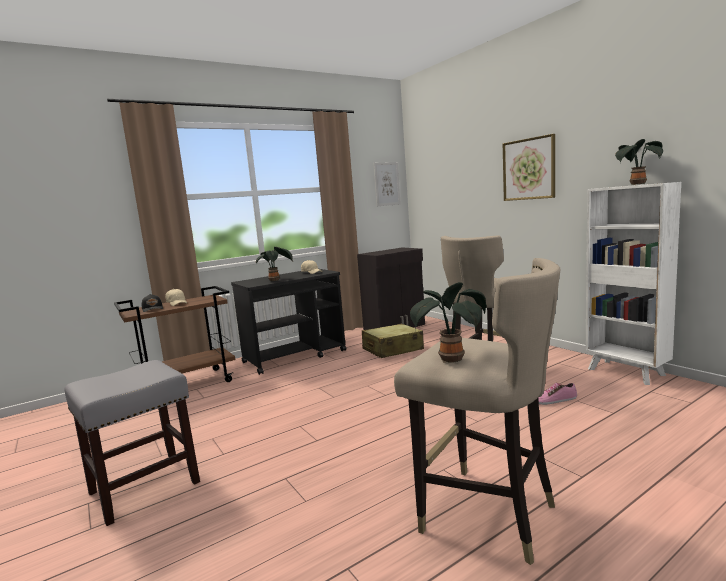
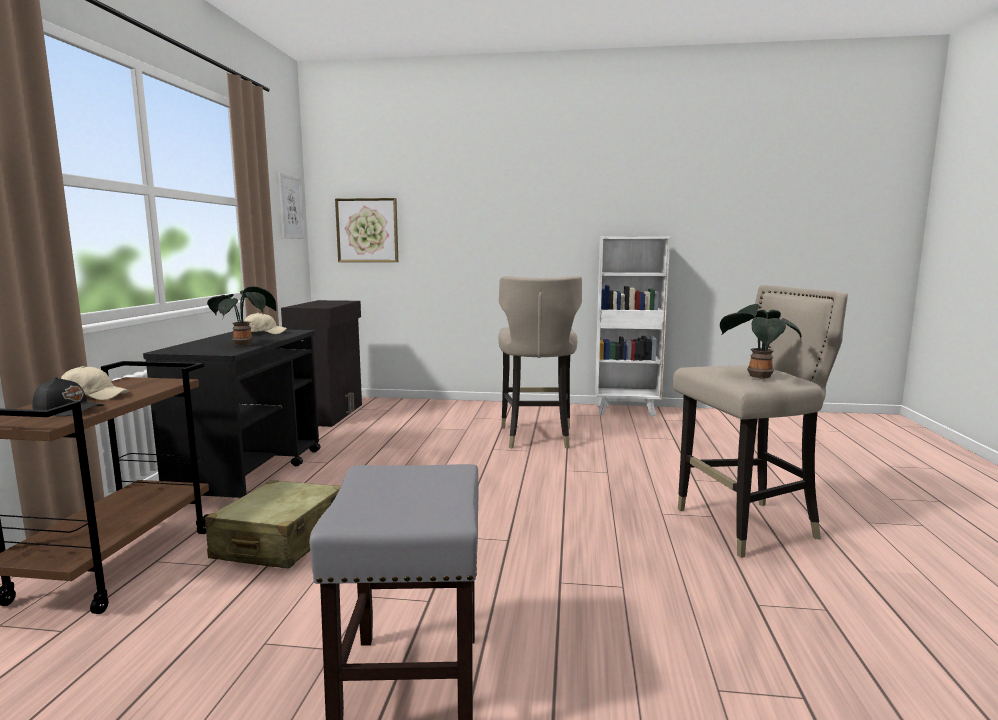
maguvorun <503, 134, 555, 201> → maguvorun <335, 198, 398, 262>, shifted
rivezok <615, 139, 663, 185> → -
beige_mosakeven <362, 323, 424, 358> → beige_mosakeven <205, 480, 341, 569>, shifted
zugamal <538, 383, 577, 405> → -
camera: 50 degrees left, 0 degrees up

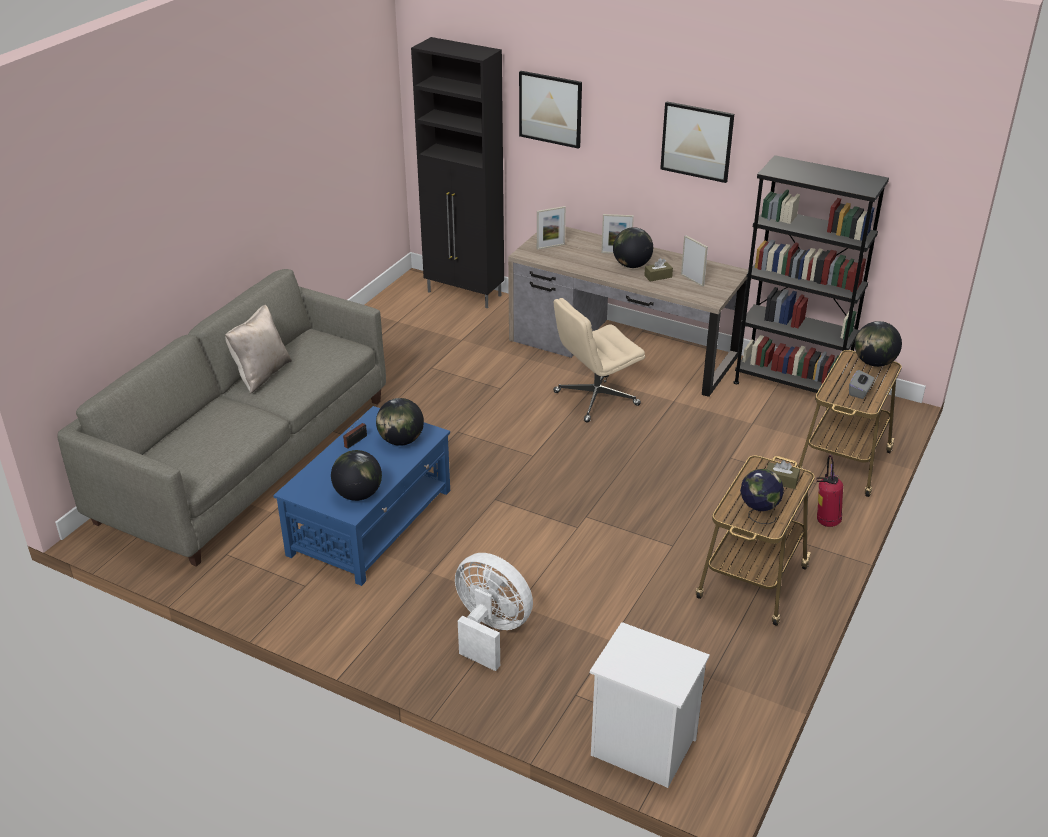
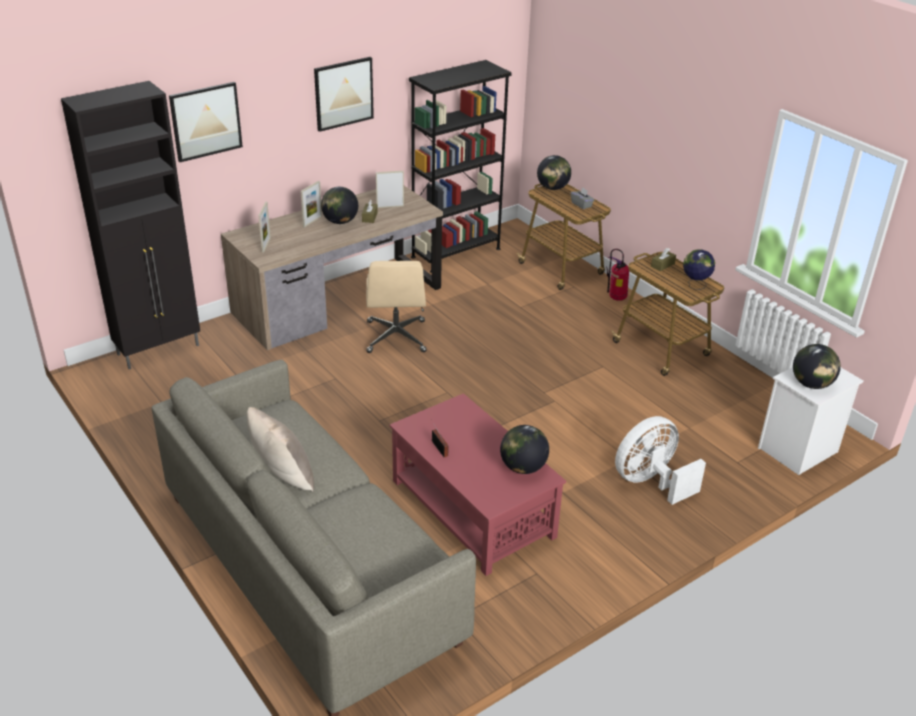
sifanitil <376, 398, 424, 446> → sifanitil <793, 344, 841, 389>, shifted
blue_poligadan <273, 406, 450, 586> → red_poligadan <389, 393, 566, 576>
camera: 65 degrees left, 0 degrees up

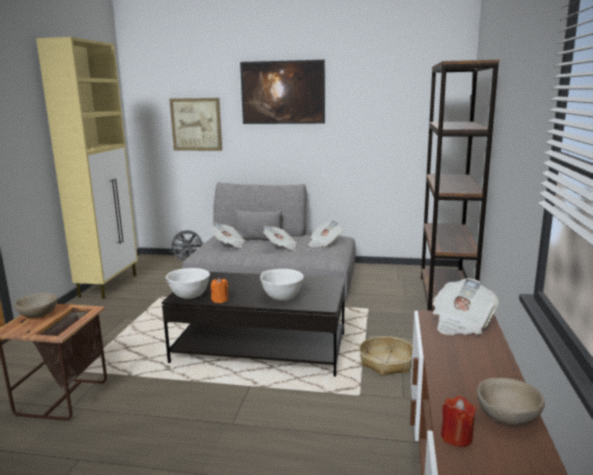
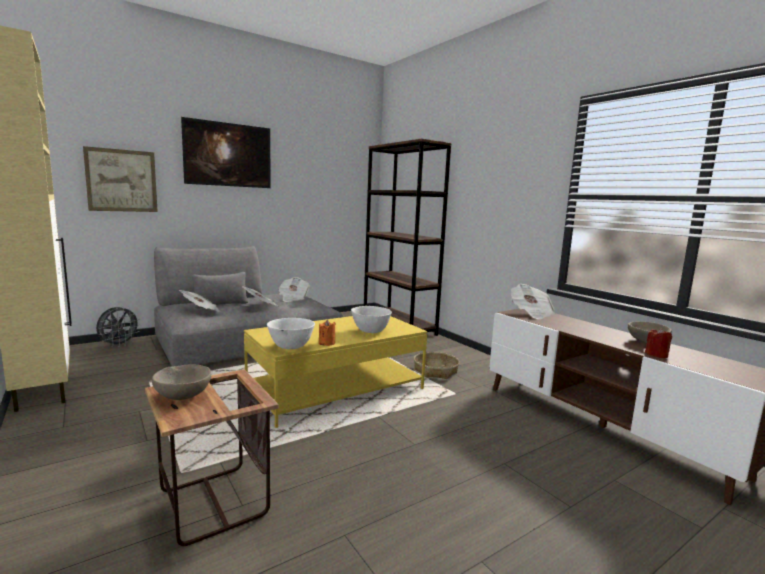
black_poligadan <162, 272, 345, 376> → yellow_poligadan <244, 316, 428, 428>
camera: 45 degrees left, 5 degrees down

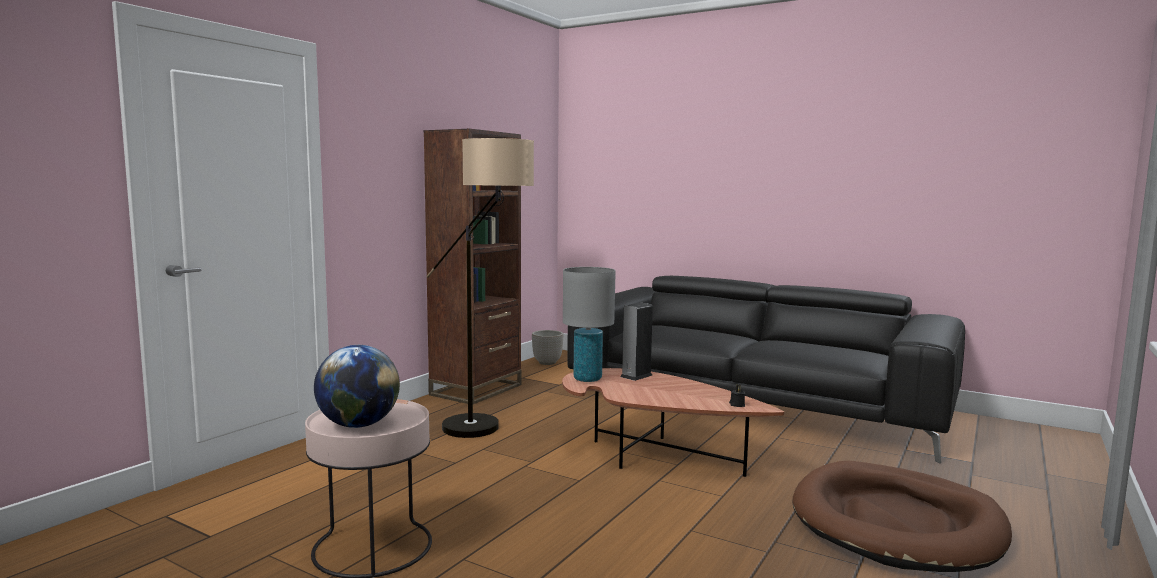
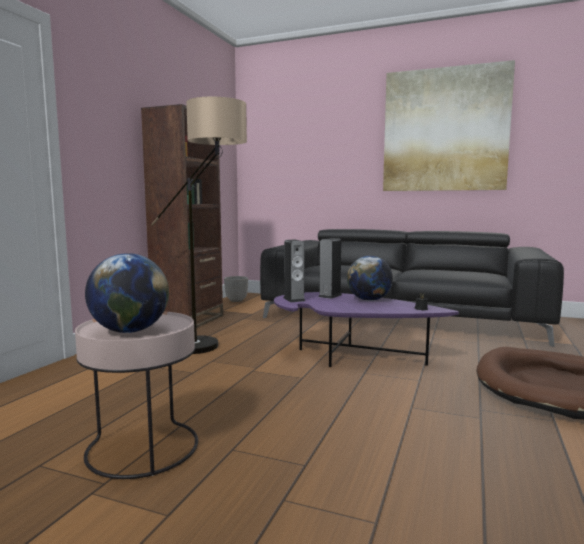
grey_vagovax <563, 267, 616, 382> → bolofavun <283, 240, 305, 302>
brown_poligadan <562, 368, 784, 477> → purple_poligadan <274, 292, 459, 367>
- → maguvorun <383, 60, 515, 191>
- → sifanitil <347, 256, 393, 301>
camera: 10 degrees left, 0 degrees up

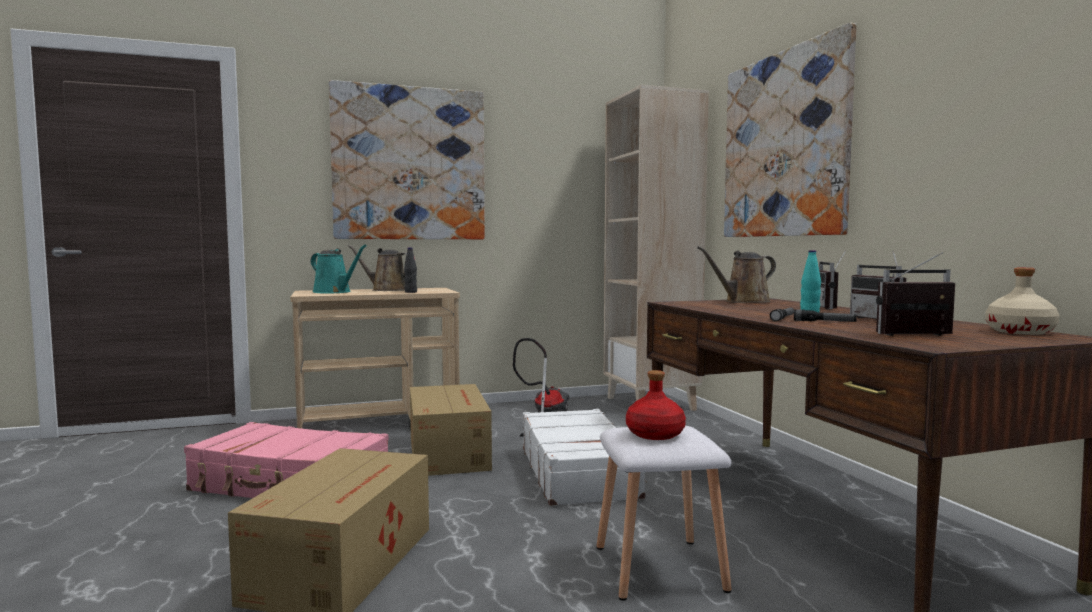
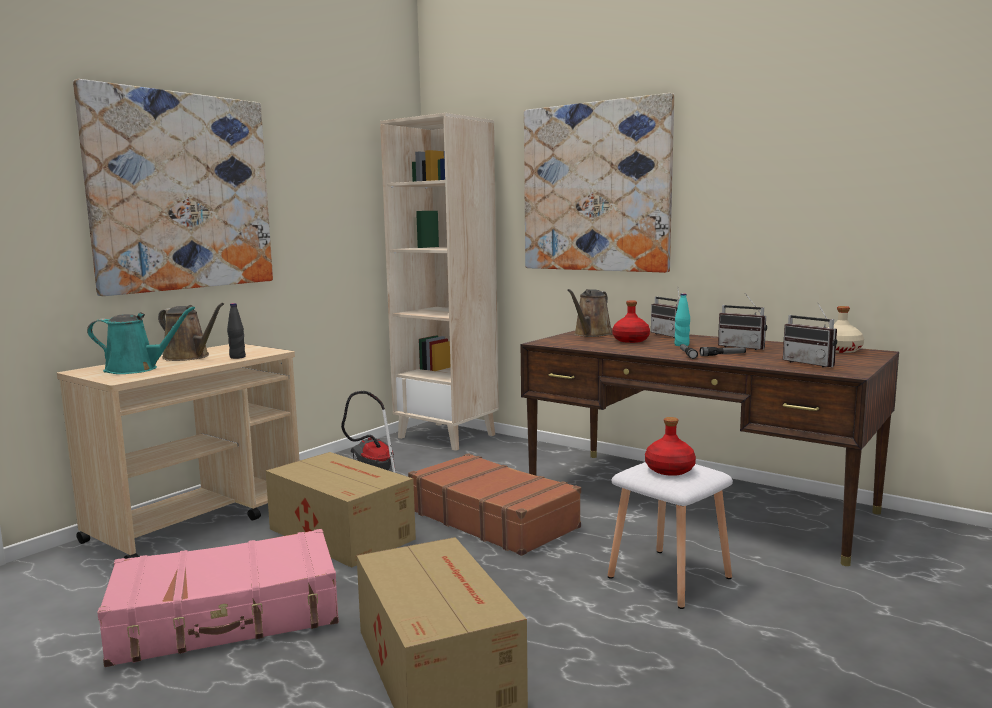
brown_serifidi <347, 245, 407, 291> → brown_serifidi <158, 303, 224, 361>, 135 degrees counterclockwise
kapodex <876, 252, 955, 336> → kapodex <783, 302, 837, 368>, 90 degrees counterclockwise
white_mosakeven <523, 409, 647, 506> → brown_mosakeven <408, 453, 581, 556>
- → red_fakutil <612, 301, 650, 343>
camera: 35 degrees left, 5 degrees up

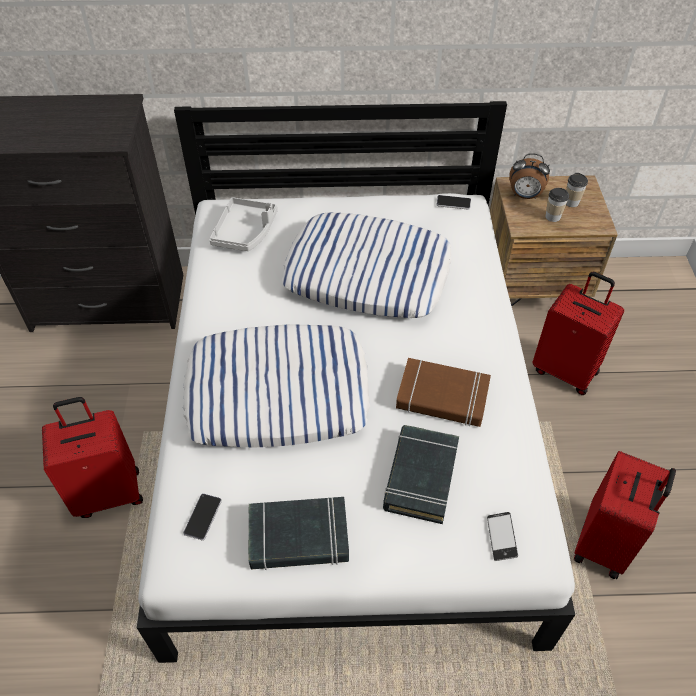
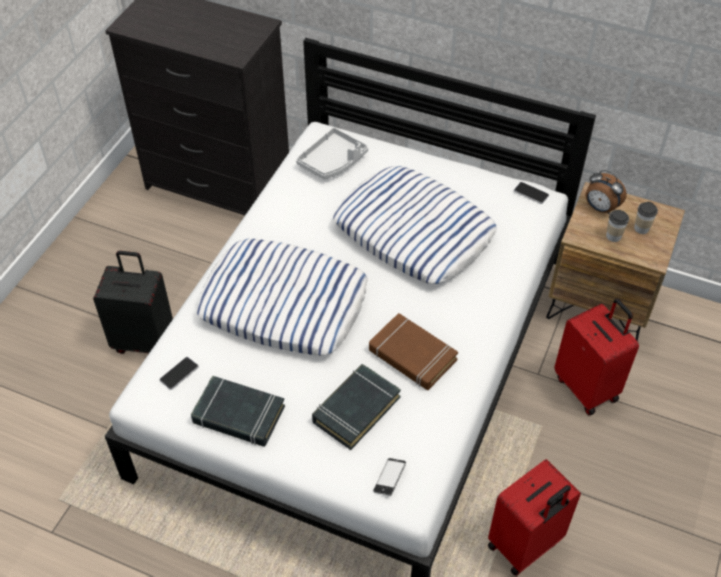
red_mosakeven <42, 397, 143, 518> → black_mosakeven <93, 251, 173, 354>
camera: 25 degrees right, 0 degrees up

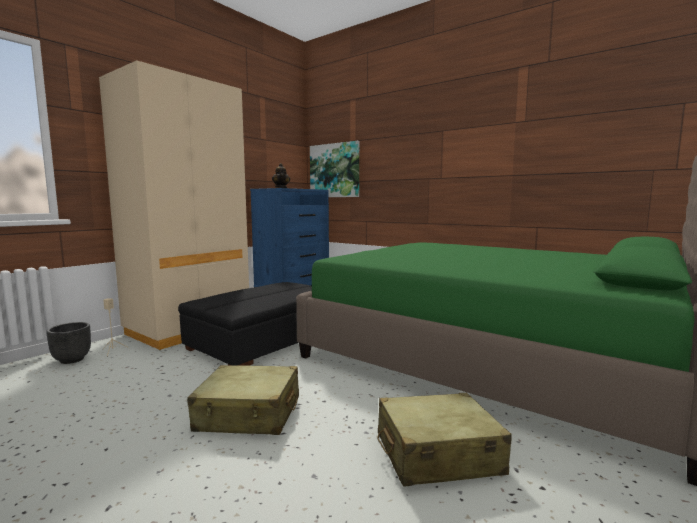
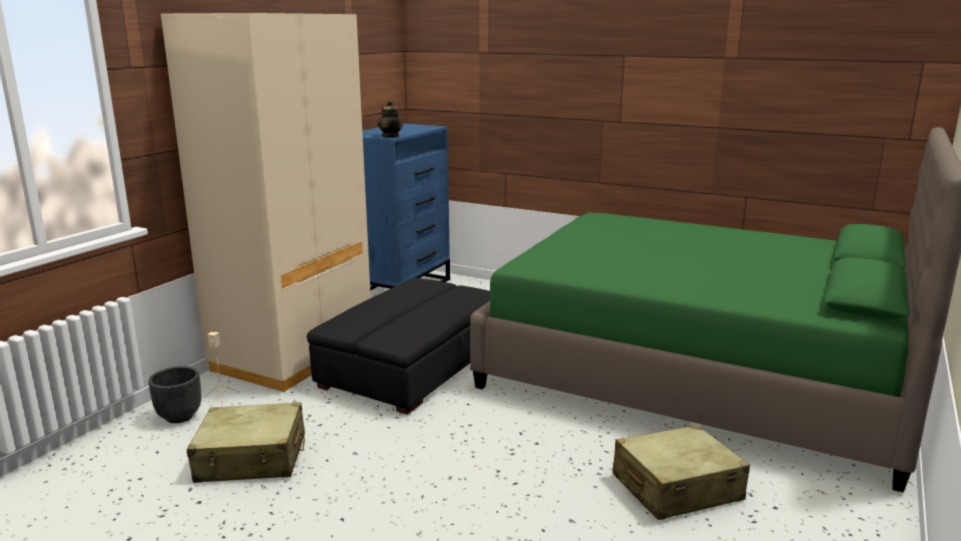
maguvorun <310, 141, 359, 197> → -
beige_mosakeven <187, 365, 299, 435> → beige_mosakeven <187, 402, 305, 483>, shifted
camera: 10 degrees left, 10 degrees up

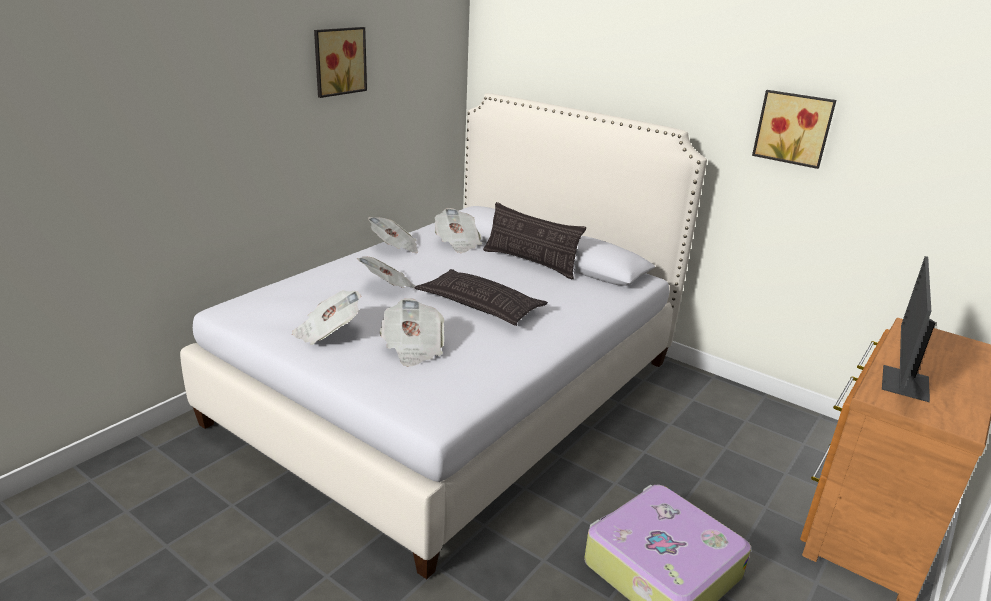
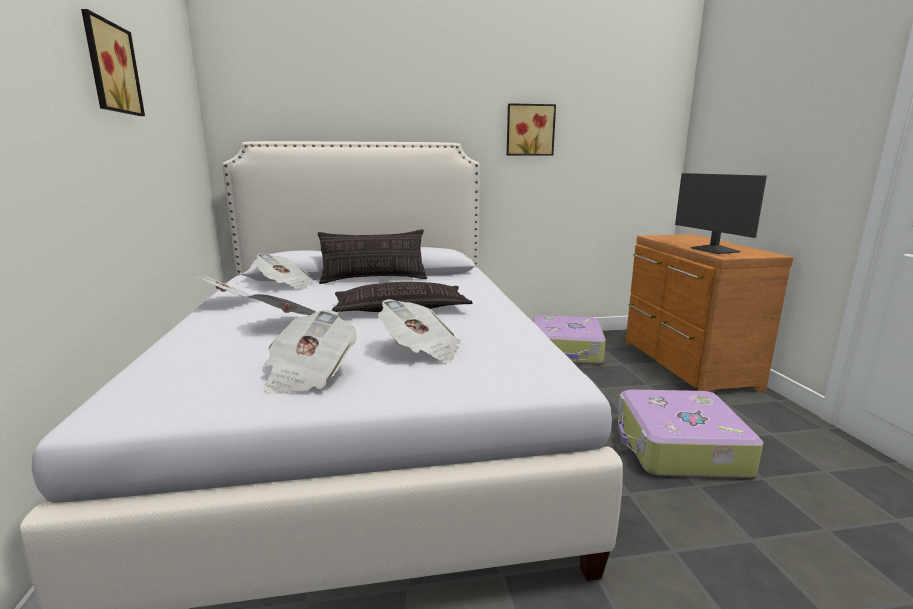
- → mosakeven <533, 315, 606, 364>
camera: 45 degrees left, 10 degrees down

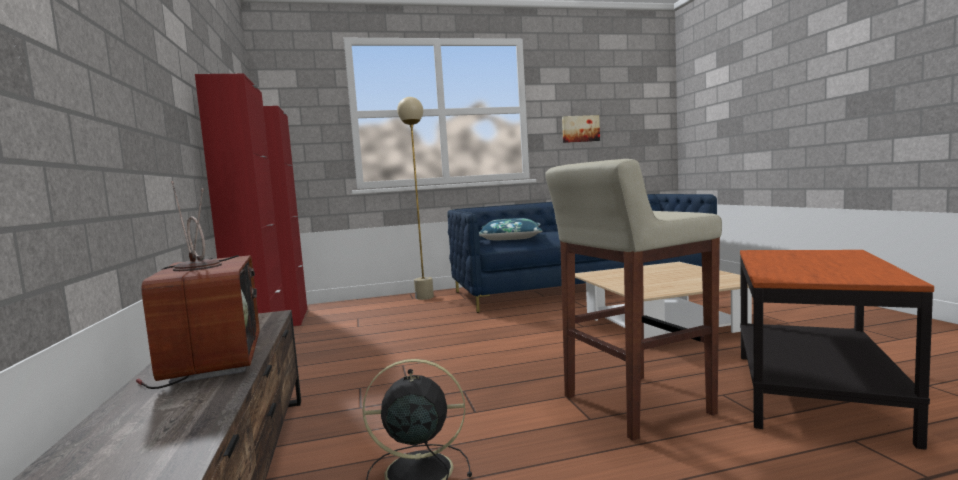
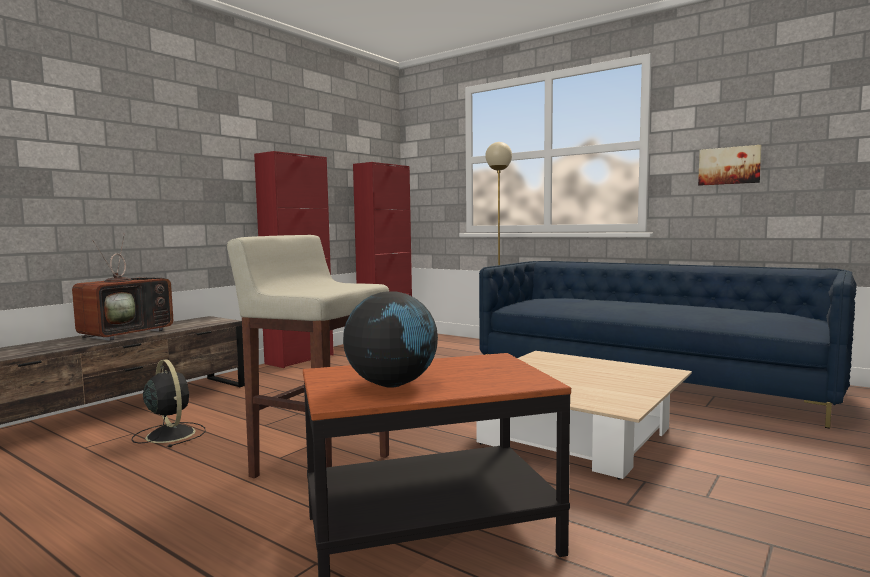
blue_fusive <479, 218, 543, 241> → -
- → sifanitil <343, 291, 438, 388>
camera: 50 degrees right, 0 degrees up

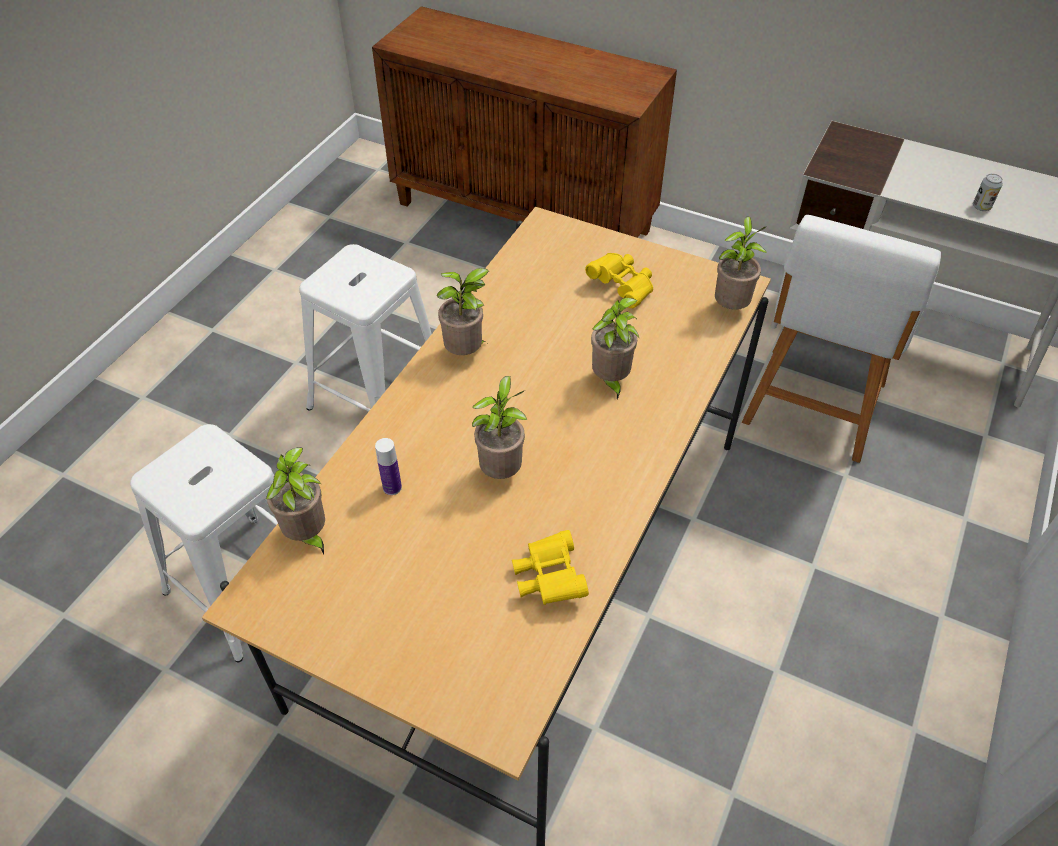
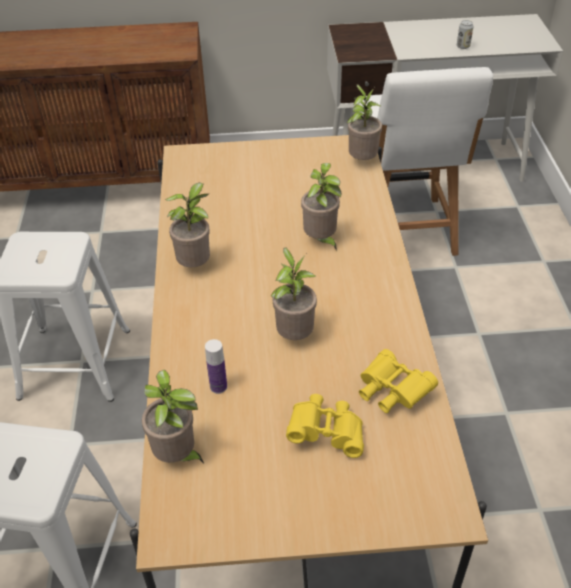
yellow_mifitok <585, 253, 653, 308> → yellow_mifitok <286, 394, 364, 458>, shifted
camera: 30 degrees left, 5 degrees down

